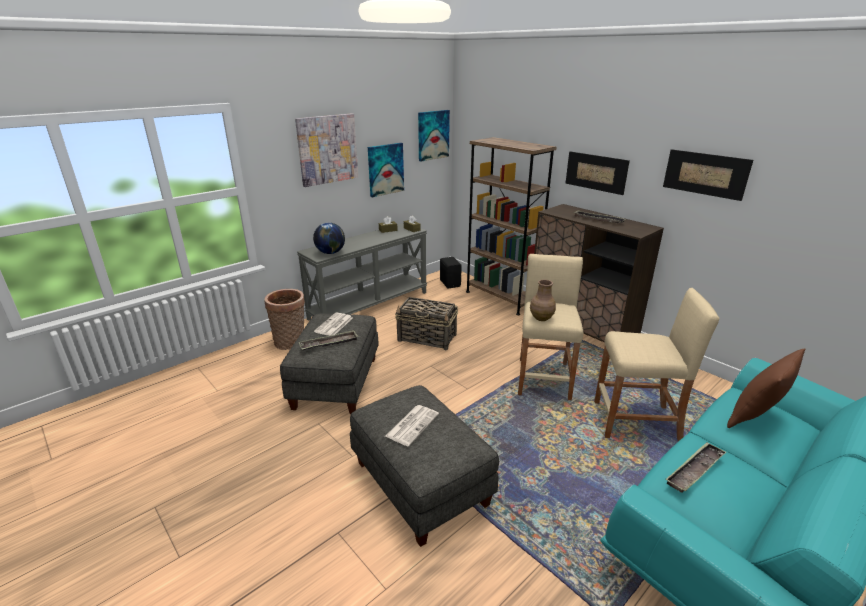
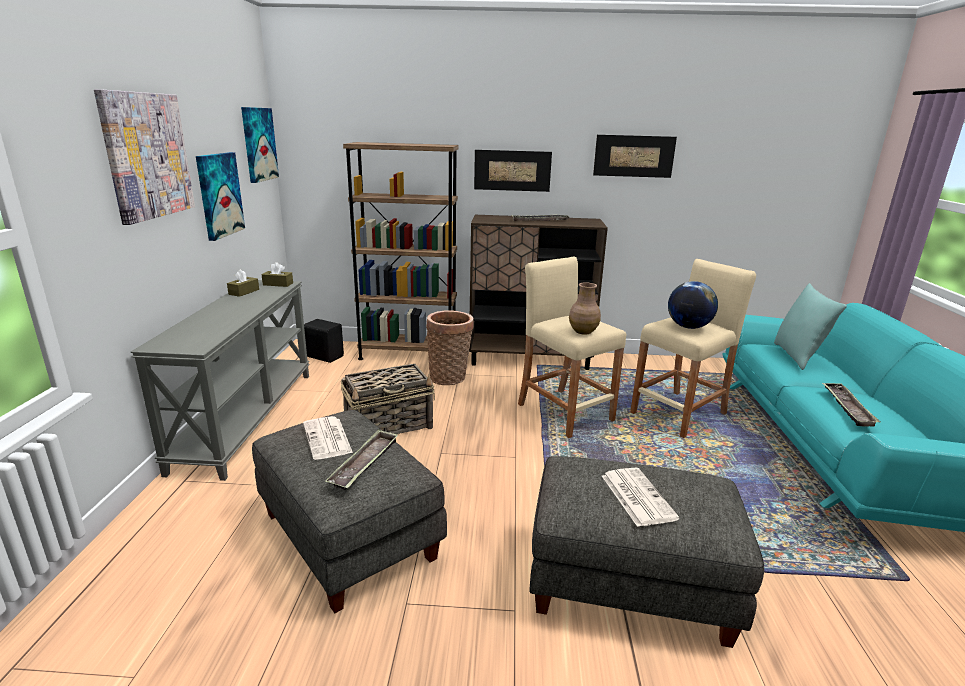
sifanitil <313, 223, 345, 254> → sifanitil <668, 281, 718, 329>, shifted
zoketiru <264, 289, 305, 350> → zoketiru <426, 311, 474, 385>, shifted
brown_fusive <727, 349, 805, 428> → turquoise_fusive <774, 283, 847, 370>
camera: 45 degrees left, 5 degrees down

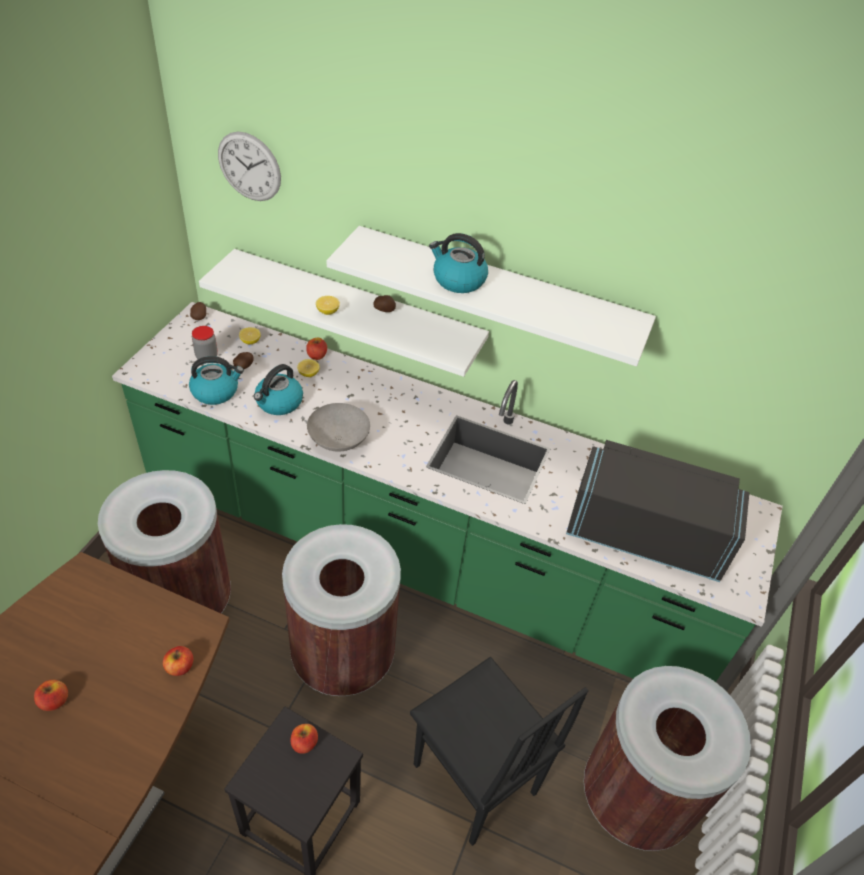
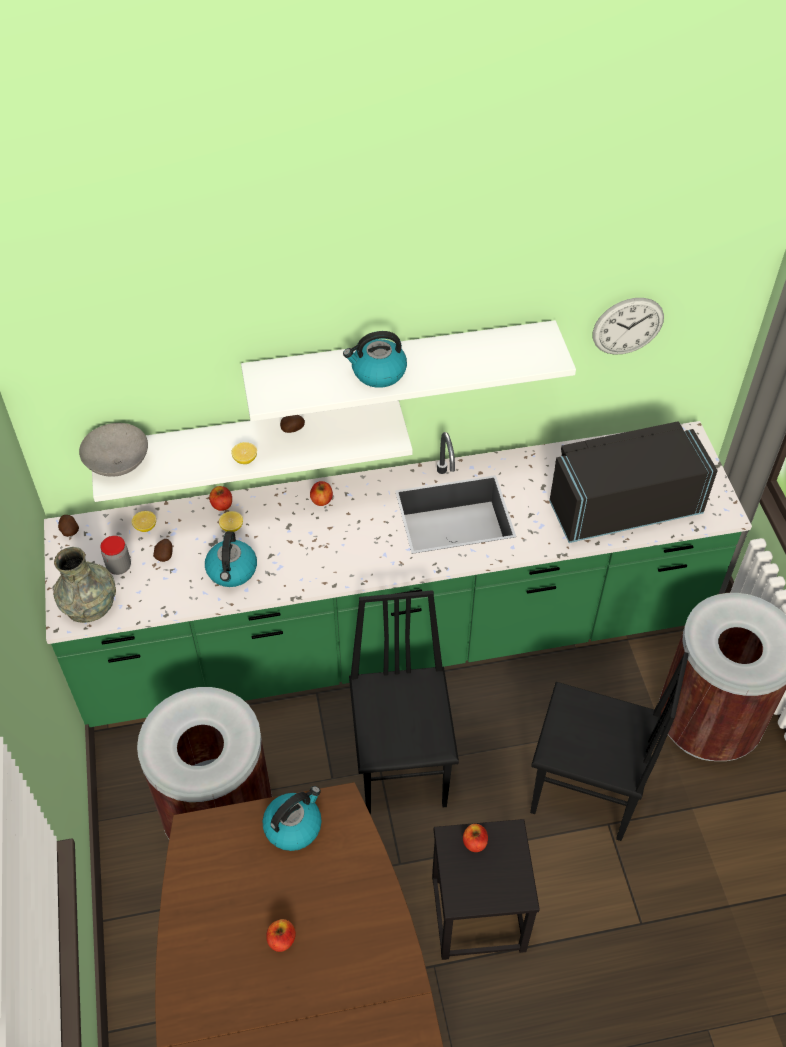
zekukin <218, 132, 281, 201> → zekukin <593, 298, 664, 355>, shifted
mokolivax <189, 356, 244, 405> → mokolivax <262, 786, 322, 851>, shifted
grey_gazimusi <307, 403, 370, 452> → grey_gazimusi <79, 423, 148, 477>, shifted
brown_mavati <282, 524, 401, 696> → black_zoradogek <349, 590, 459, 815>
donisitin <163, 646, 193, 676> → donisitin <310, 481, 333, 506>, shifted
- → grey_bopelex <53, 547, 116, 623>
camera: 30 degrees left, 5 degrees up

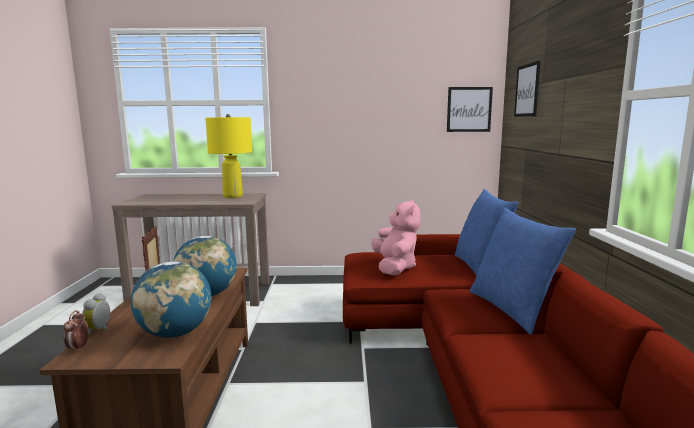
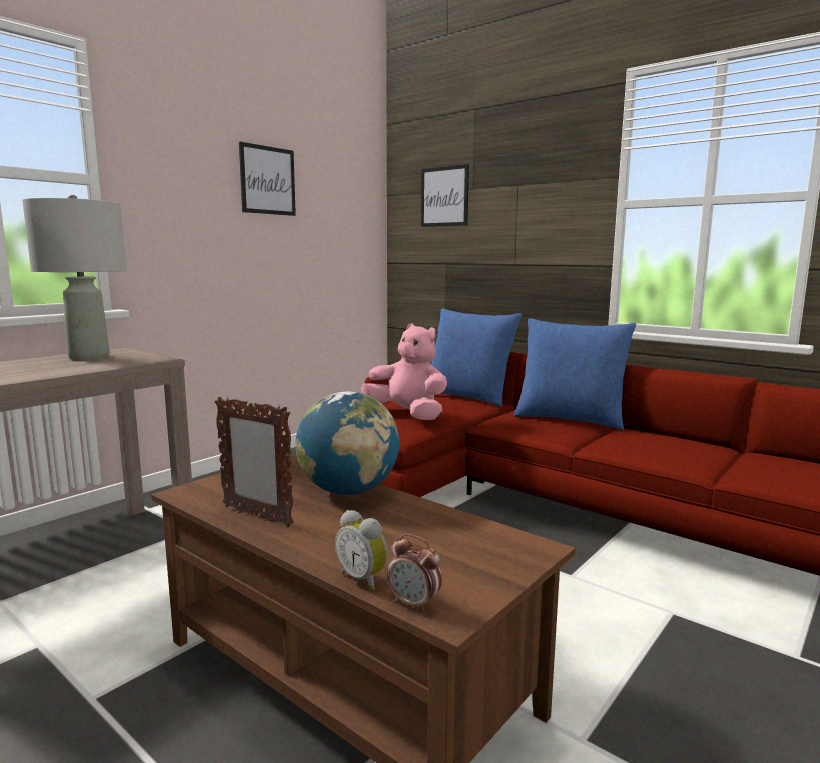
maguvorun <447, 87, 493, 132> → maguvorun <239, 142, 296, 216>, shifted
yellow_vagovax <205, 114, 252, 198> → grey_vagovax <22, 195, 126, 360>
sifanitil <131, 261, 212, 338> → -
camera: 50 degrees left, 0 degrees up

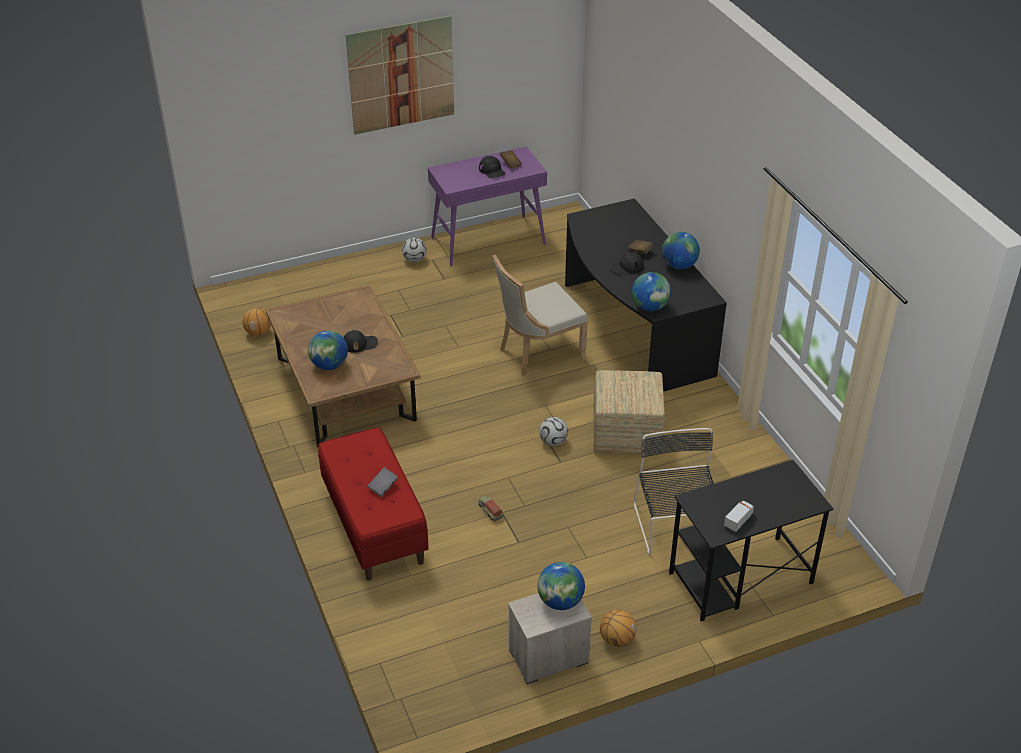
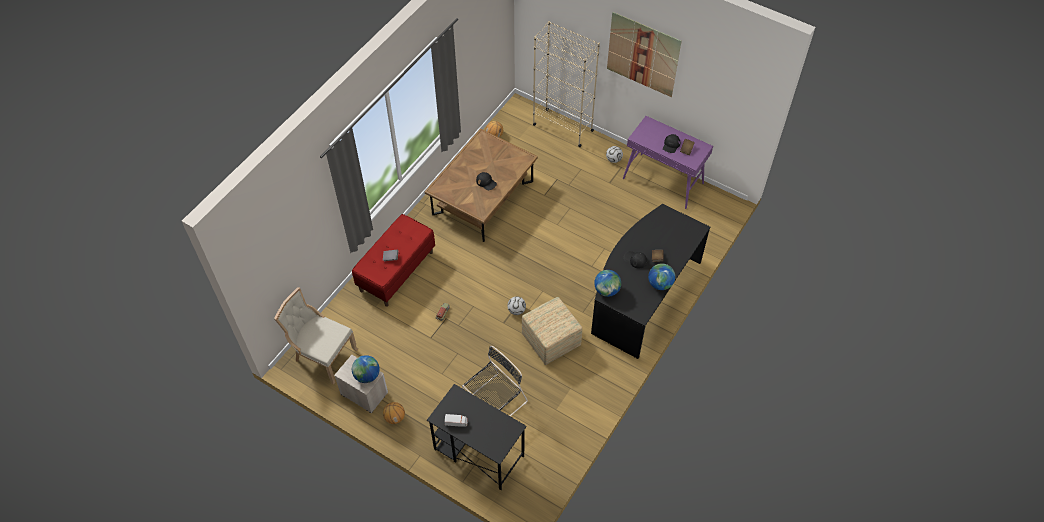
beige_zoradogek <493, 255, 588, 376> → beige_zoradogek <274, 287, 358, 385>, shifted
sifanitil <308, 331, 348, 370> → -
- → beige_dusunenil <533, 21, 600, 147>
camera: 55 degrees right, 15 degrees up

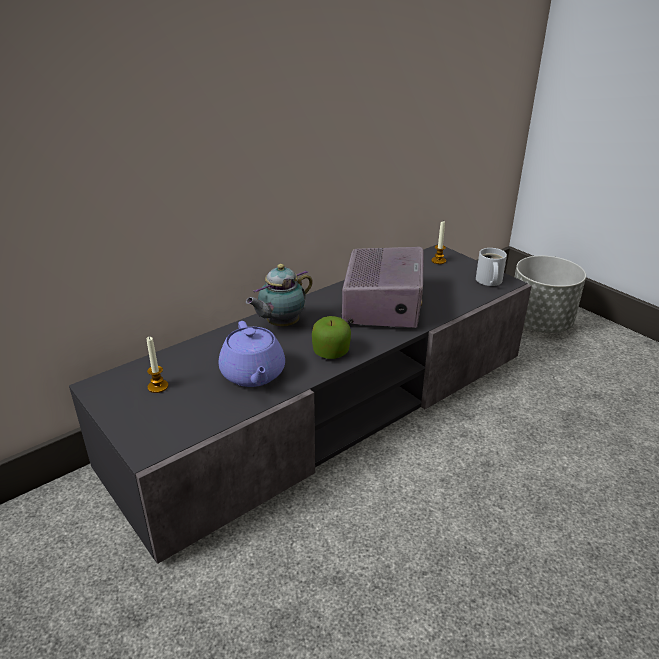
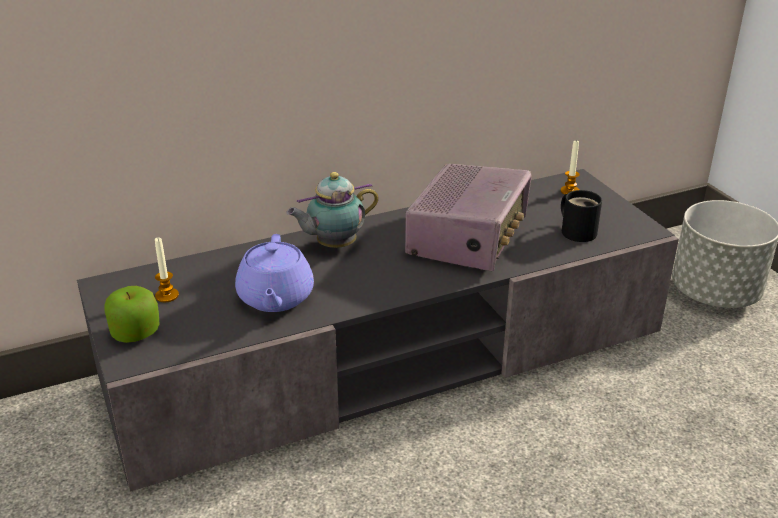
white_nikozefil <476, 248, 507, 286> → -
donisitin <312, 316, 351, 359> → donisitin <105, 286, 159, 343>, shifted
- → black_nikozefil <561, 190, 602, 242>
camera: 15 degrees right, 0 degrees up

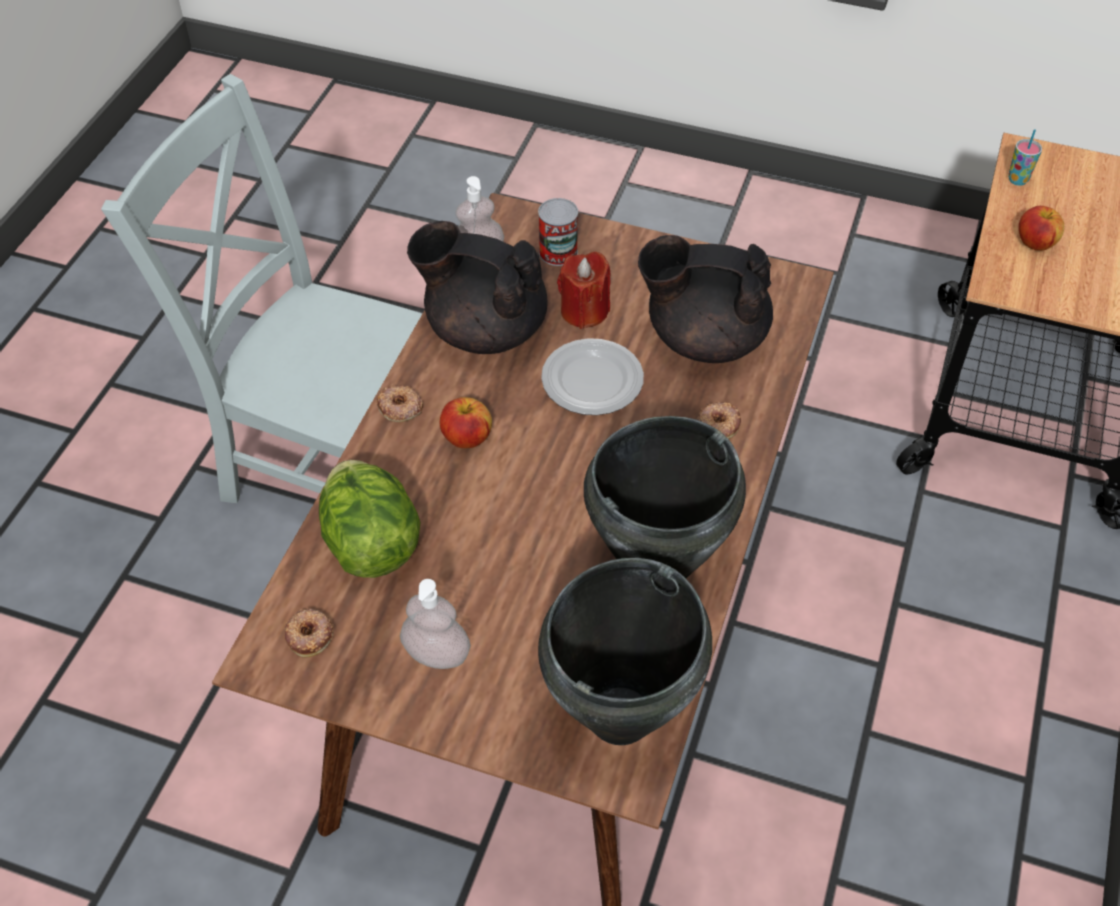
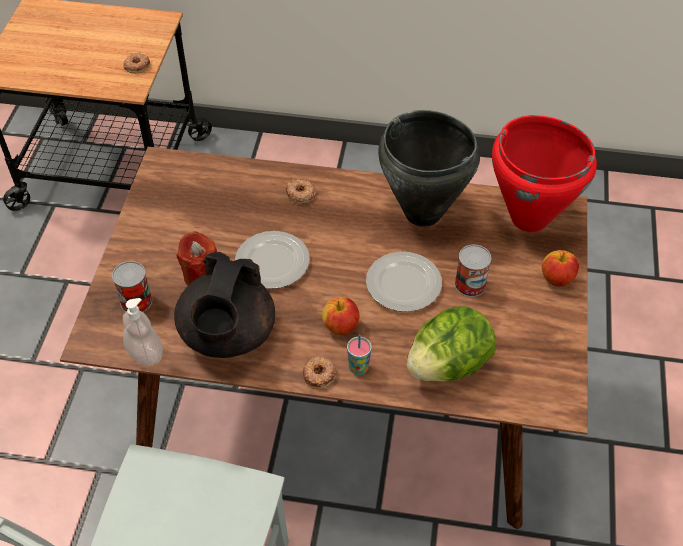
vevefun <1008, 129, 1042, 186> → vevefun <347, 334, 372, 375>, shifted
donisitin <1019, 206, 1064, 251> → donisitin <542, 250, 579, 287>, shifted
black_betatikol <638, 235, 773, 363> → -
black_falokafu <538, 558, 712, 745> → red_falokafu <492, 115, 597, 232>
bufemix <400, 579, 471, 669> → -
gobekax <285, 609, 334, 658> → gobekax <123, 53, 150, 73>, shifted
- → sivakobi <455, 245, 491, 297>
- → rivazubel <366, 252, 442, 312>
camera: 100 degrees left, 0 degrees up

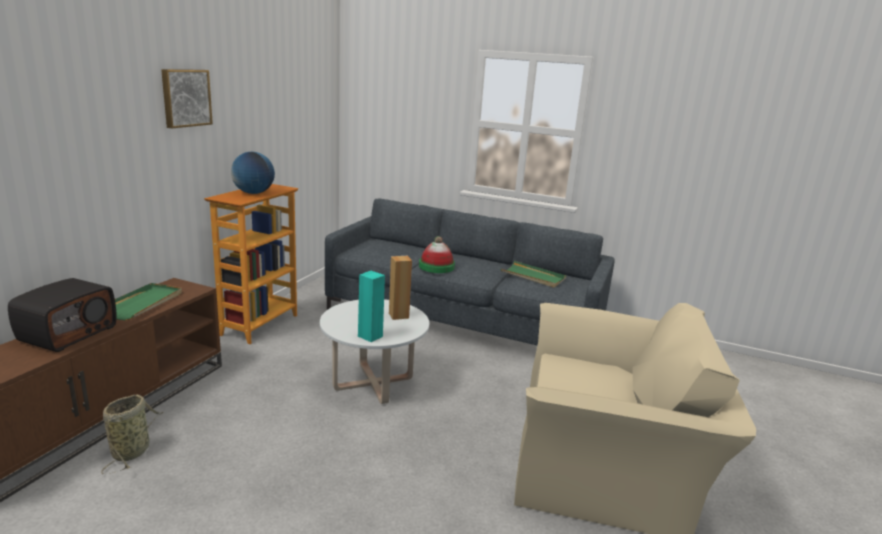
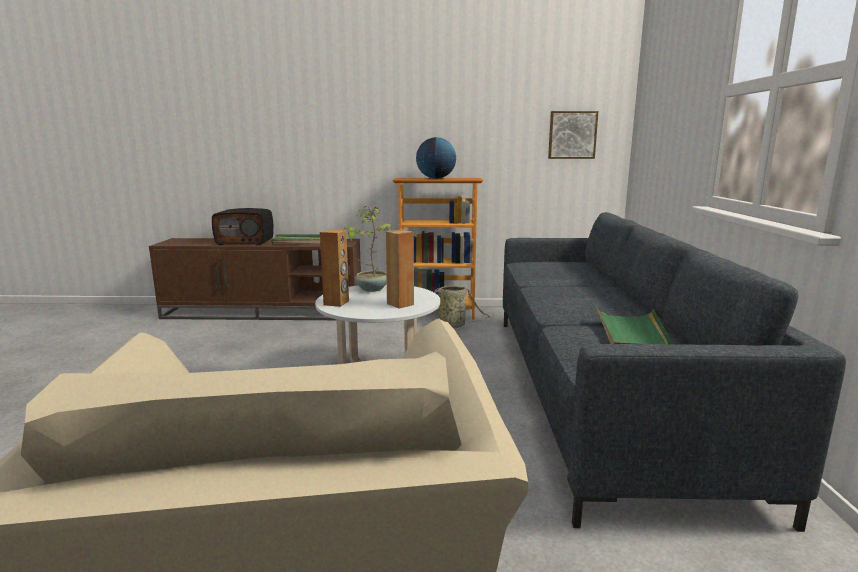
maguvorun <161, 69, 213, 128> → maguvorun <548, 111, 598, 159>, shifted
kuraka <419, 236, 455, 273> → -
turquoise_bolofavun <358, 271, 385, 342> → brown_bolofavun <320, 229, 349, 307>
zoketiru <101, 395, 163, 474> → zoketiru <425, 286, 490, 328>, shifted
- → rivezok <344, 206, 392, 292>
camera: 70 degrees right, 5 degrees down

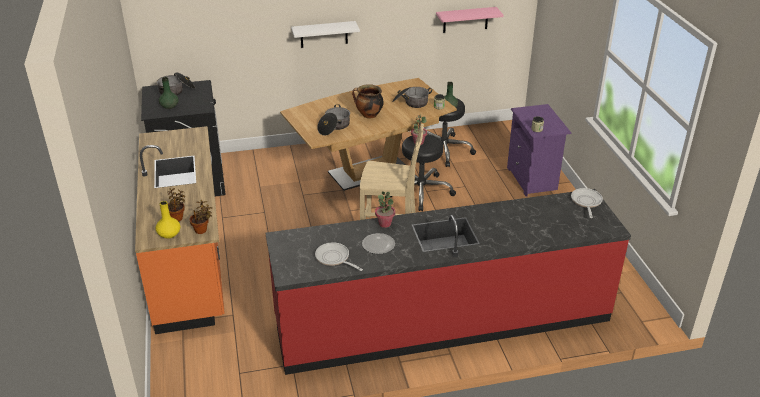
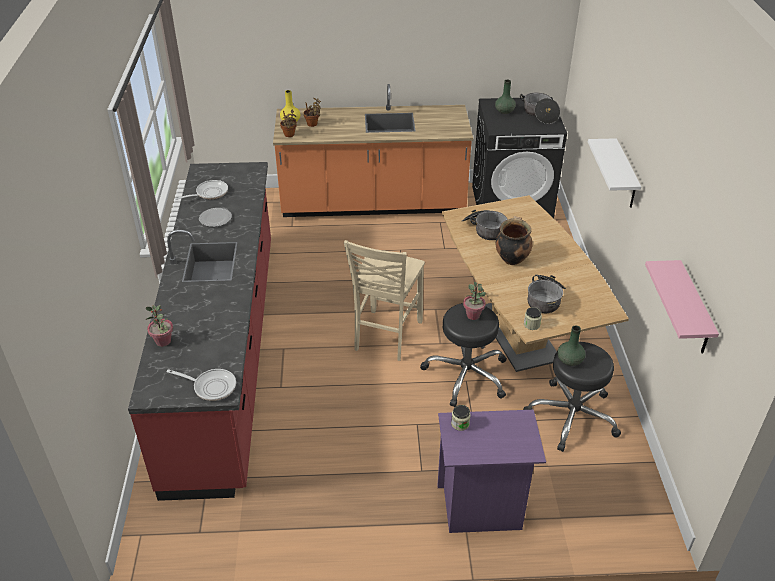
rivezok <375, 191, 395, 228> → rivezok <145, 305, 173, 347>, shifted
camera: 100 degrees right, 5 degrees up

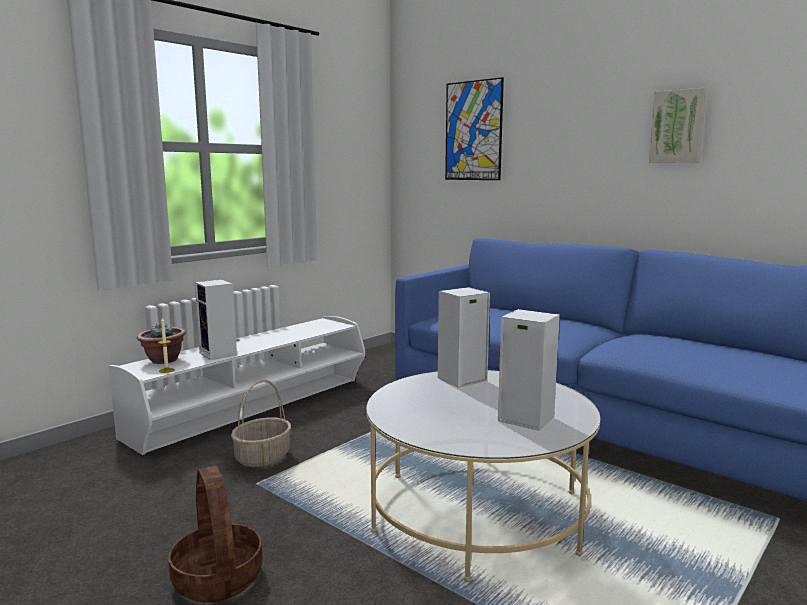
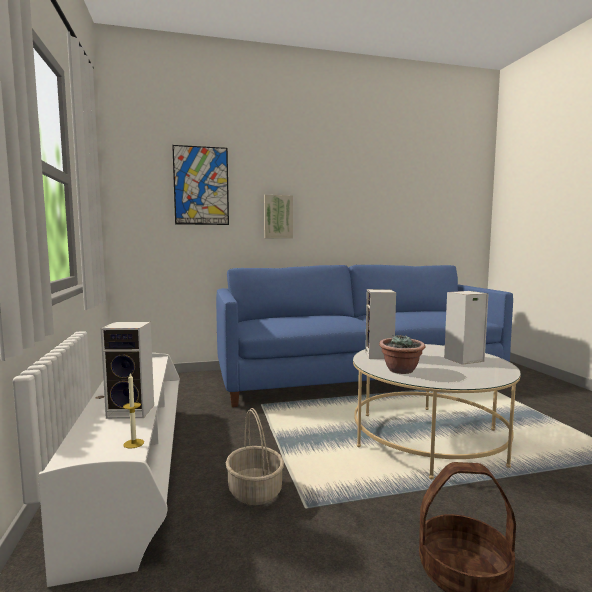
maguvorun <649, 88, 707, 163> → maguvorun <264, 195, 293, 238>, shifted
rivezok <137, 324, 186, 364> → rivezok <379, 335, 425, 374>, shifted
camera: 55 degrees left, 5 degrees down

